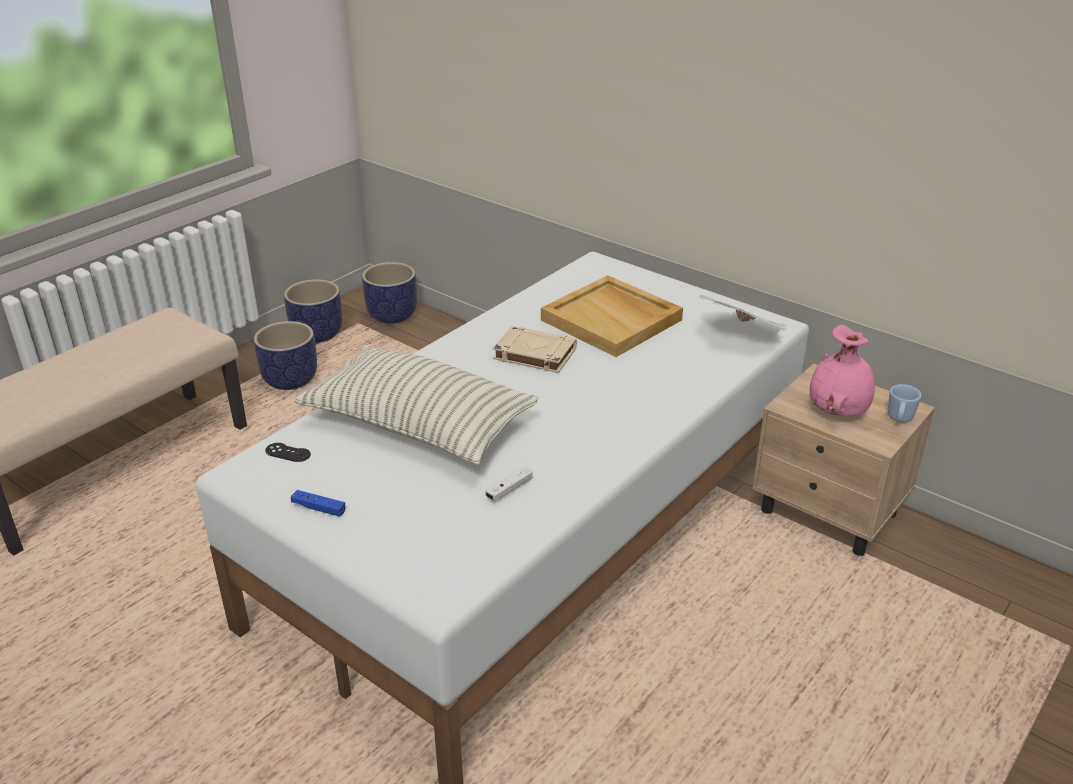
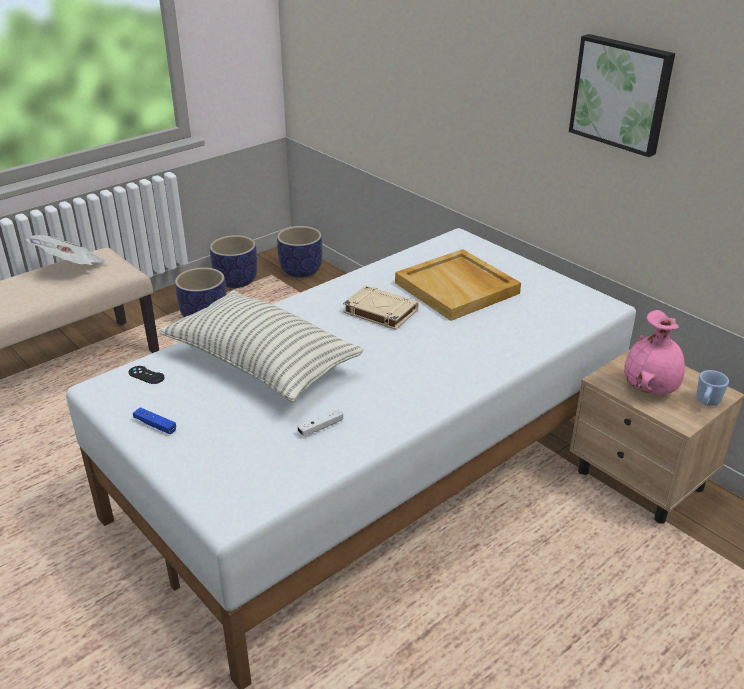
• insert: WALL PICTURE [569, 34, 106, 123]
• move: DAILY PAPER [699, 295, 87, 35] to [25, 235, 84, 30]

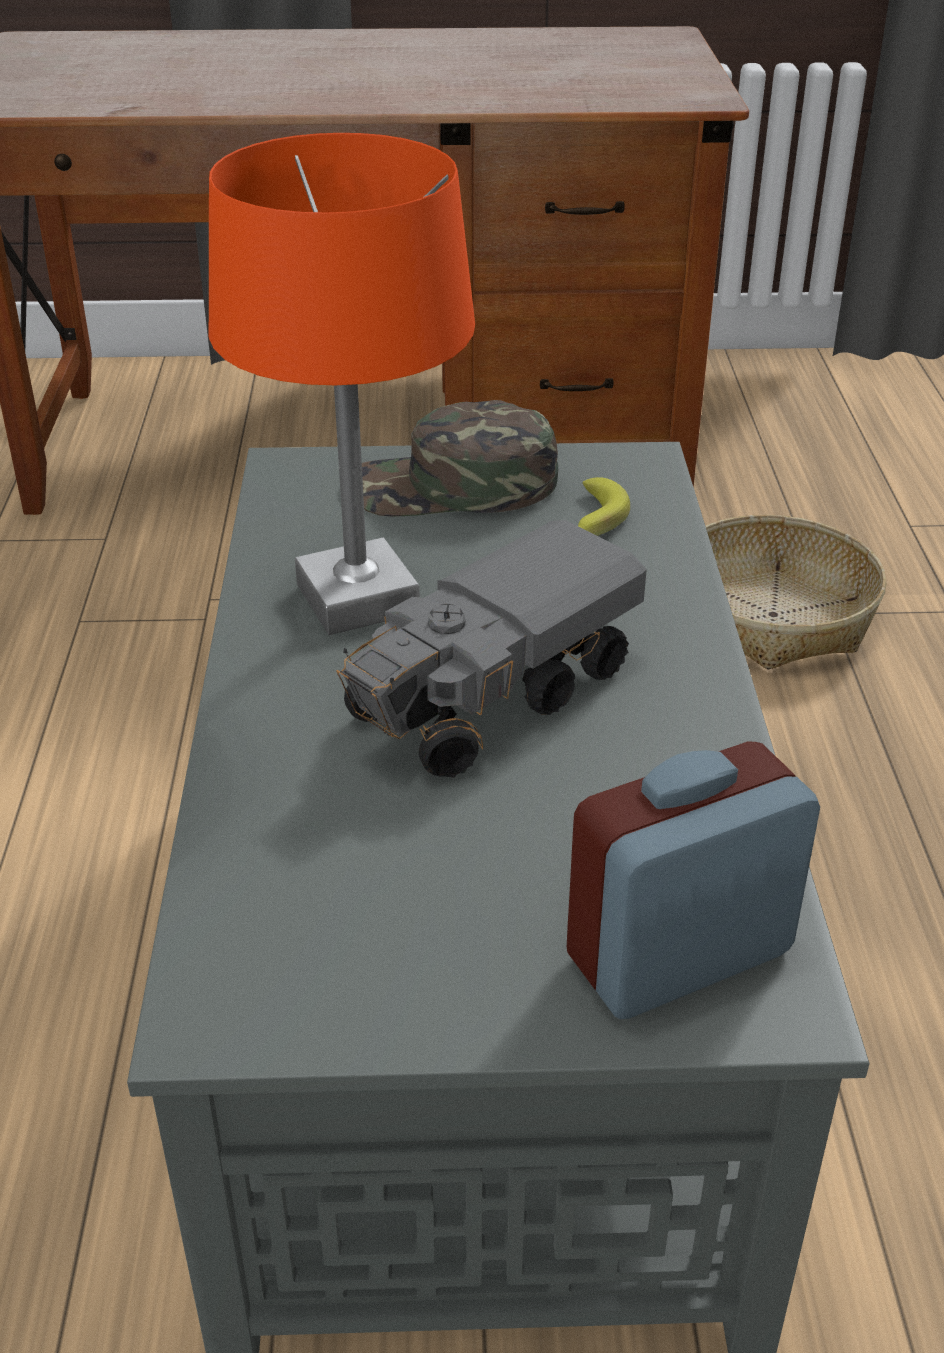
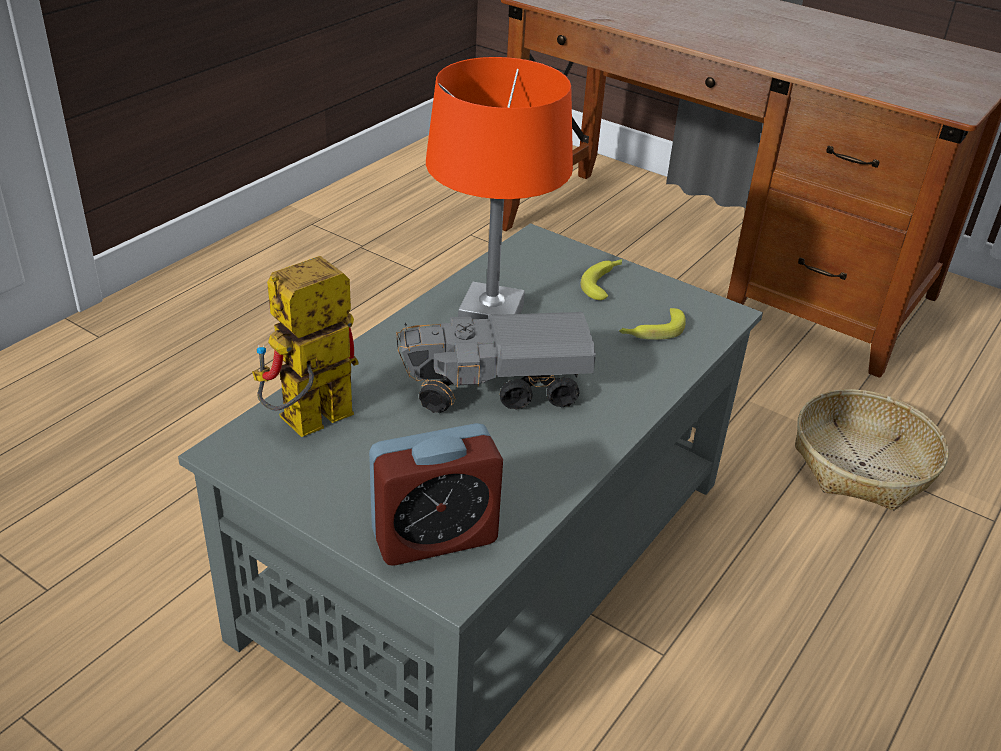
• insert: MODEL ROBOT [252, 256, 107, 181]
• replace: GREEN-COLOURED CAP [362, 400, 196, 117] to BANANA [580, 259, 42, 41]
• rotate: TABLE CLOCK [567, 741, 253, 278] = [369, 423, 134, 143] 150 degrees clockwise

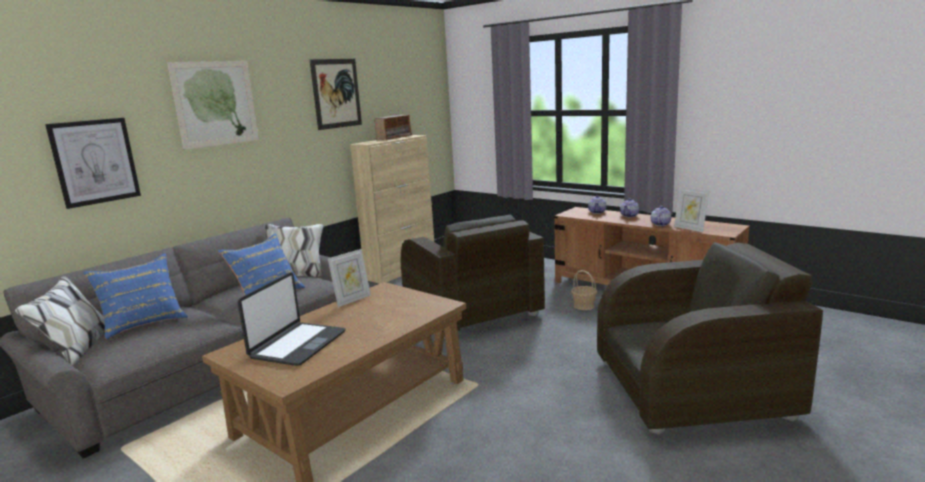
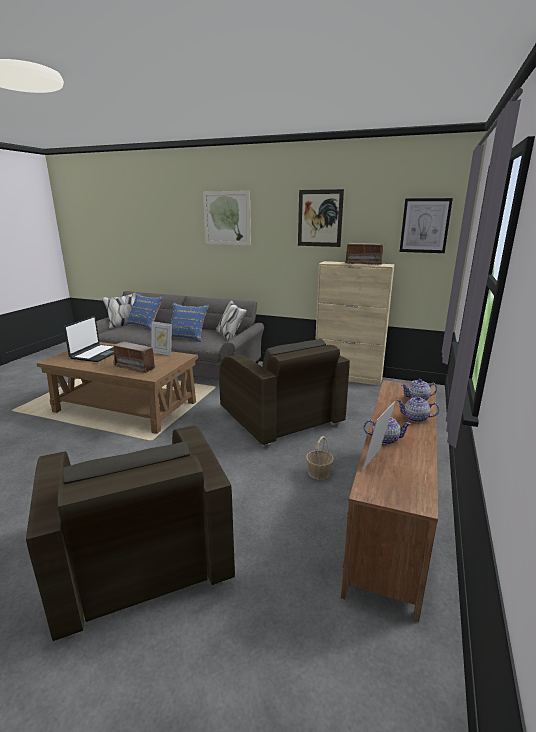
• insert: RADIO SET [113, 341, 43, 32]
• move: WALL PICTURE [45, 118, 96, 91] to [400, 198, 53, 55]
• rotate: PORTABLE COMPUTER [238, 272, 107, 94] = [64, 316, 50, 46] 75 degrees counterclockwise
• rotate: BROWNISH EASY CHAIR [401, 215, 144, 122] = [219, 339, 131, 108] 75 degrees counterclockwise

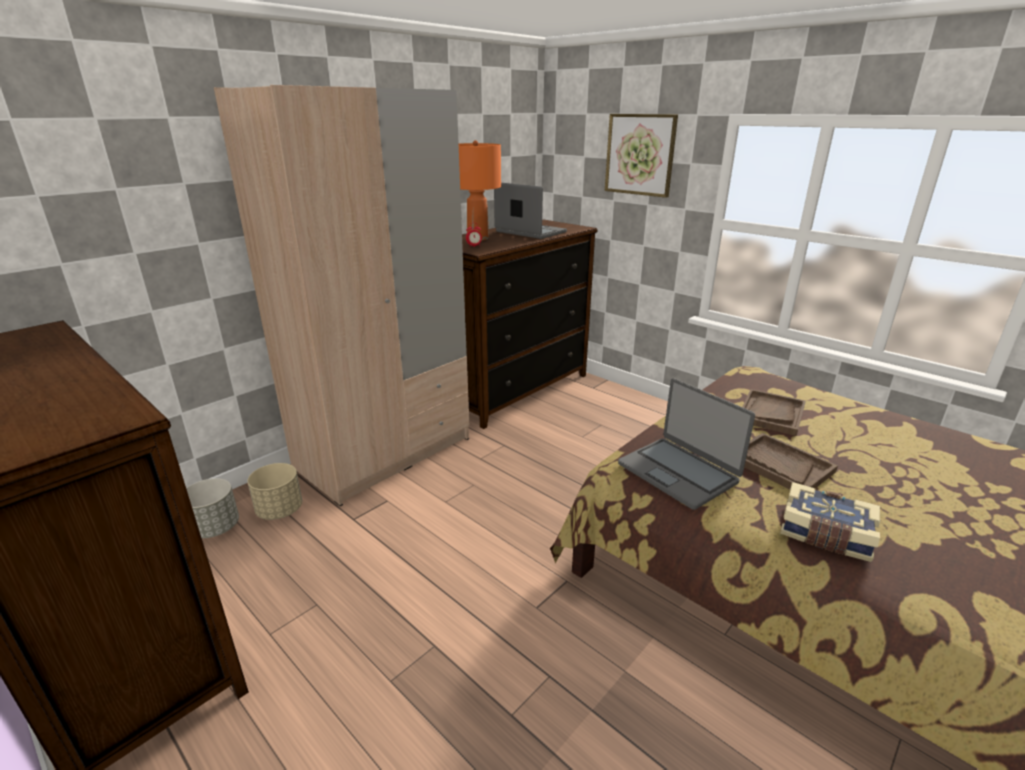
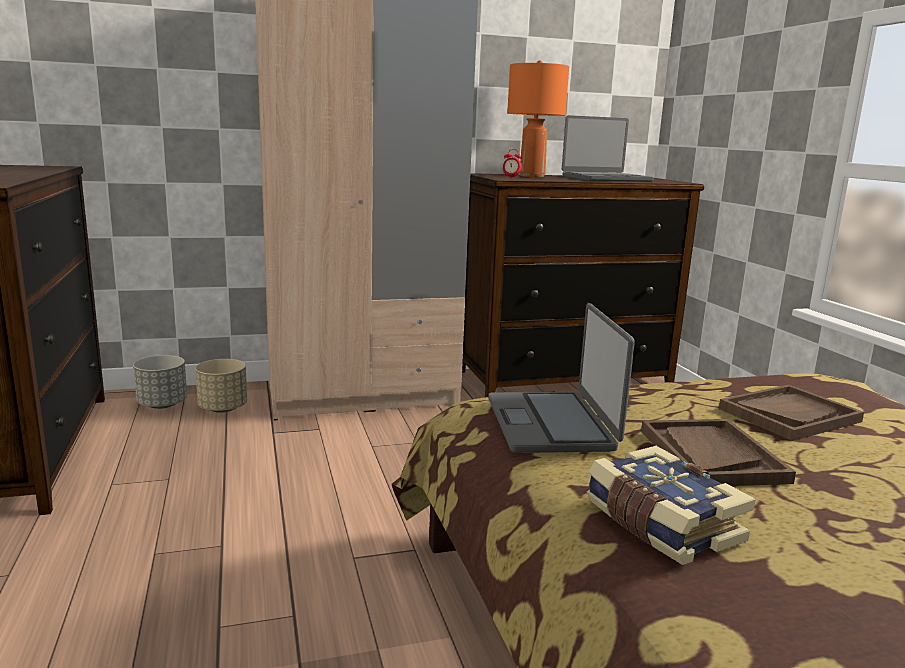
• delete: WALL PICTURE [605, 114, 73, 84]
• rotate: PORTABLE COMPUTER [494, 183, 73, 56] = [562, 115, 92, 67] 90 degrees clockwise

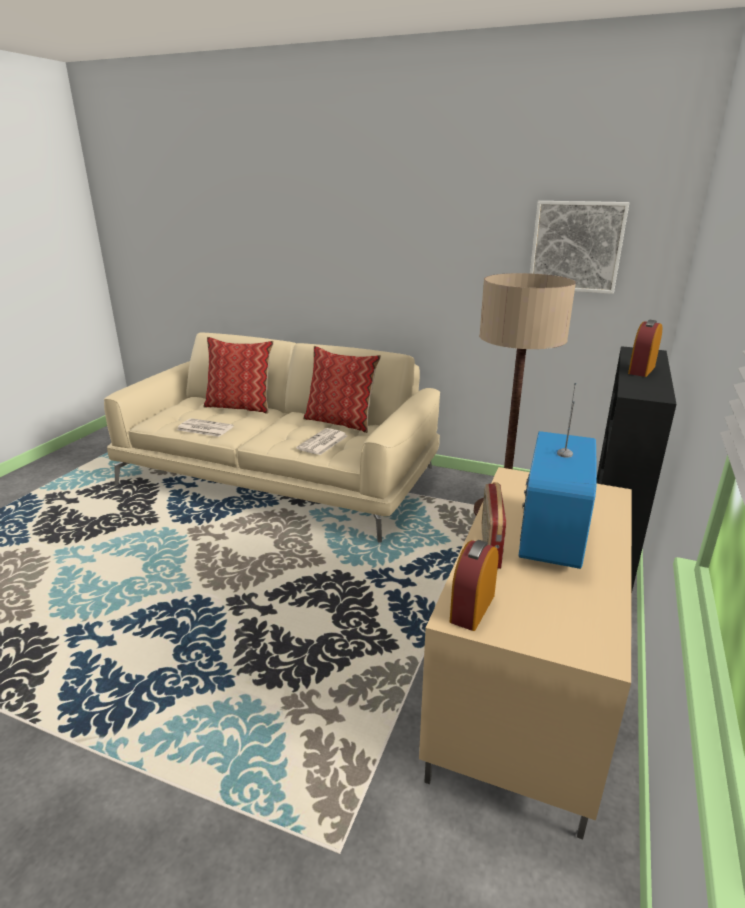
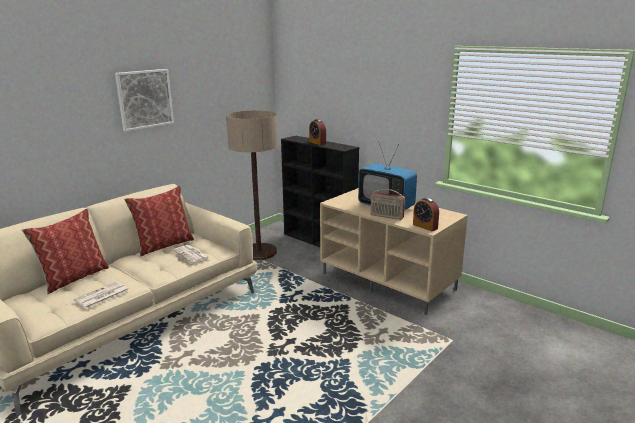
• move: WALL PICTURE [530, 201, 100, 93] to [115, 69, 59, 63]

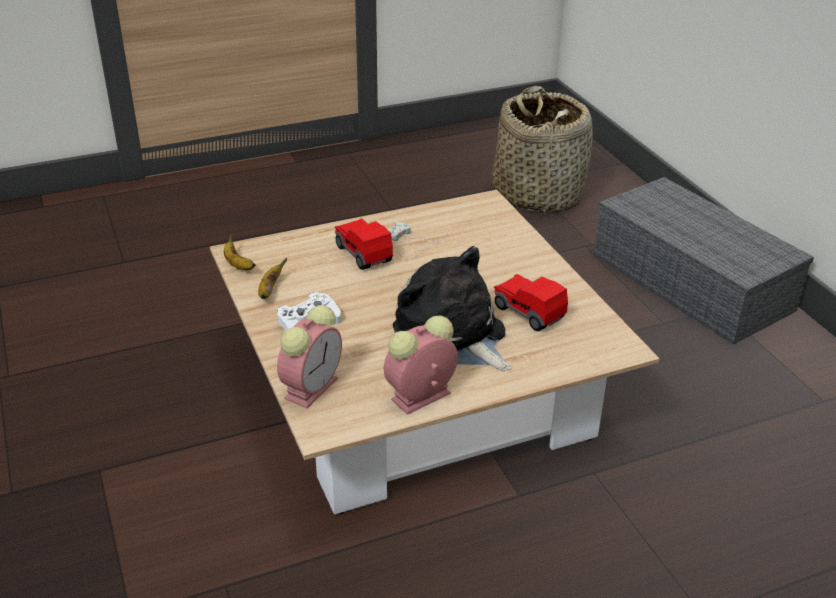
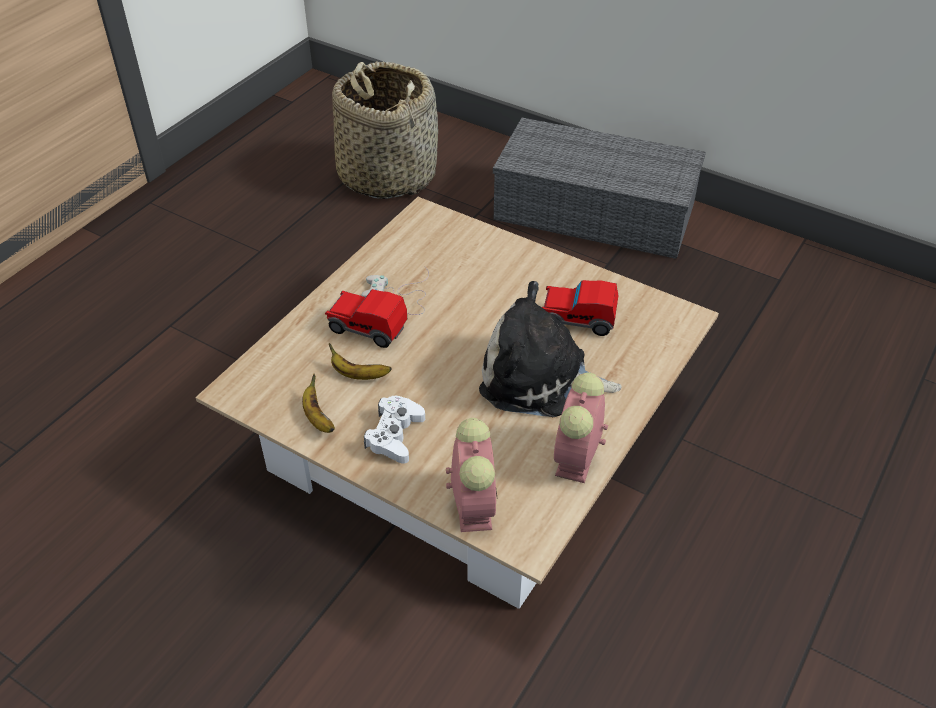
• move: BANANA [224, 233, 32, 37] to [329, 343, 63, 37]

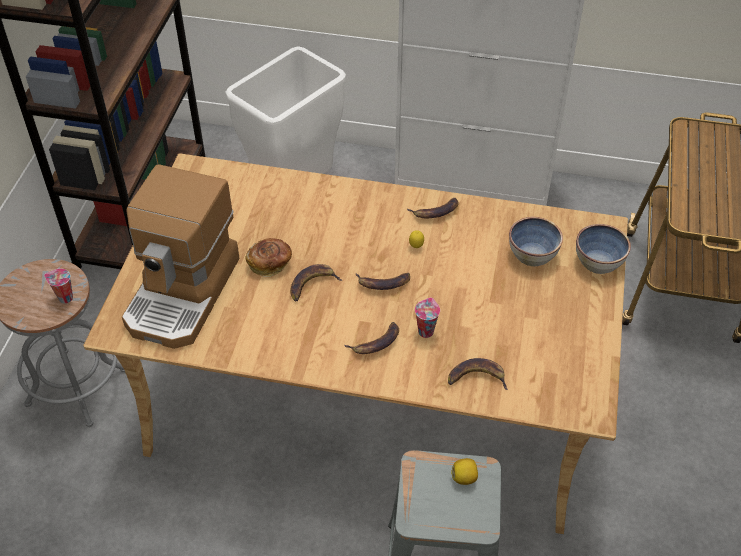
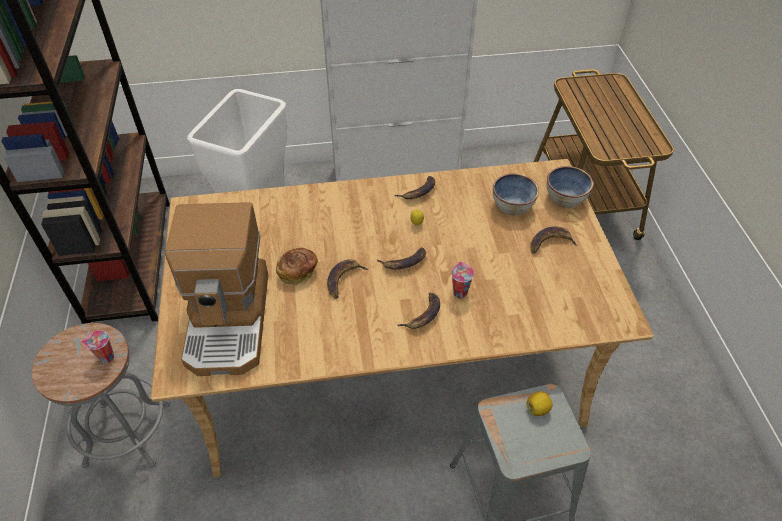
• move: BANANA [448, 358, 60, 32] to [530, 226, 48, 28]

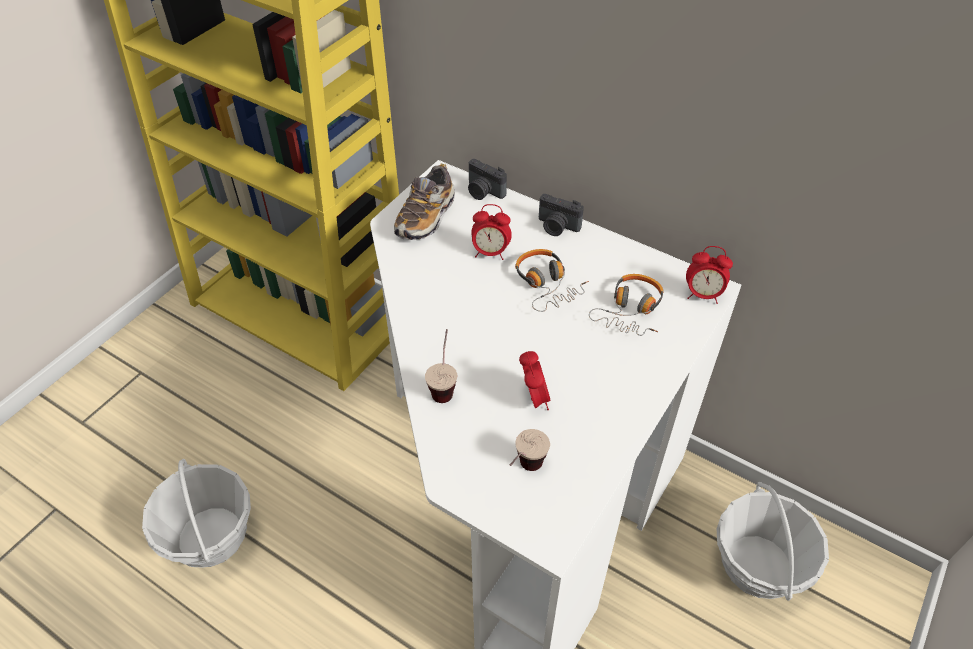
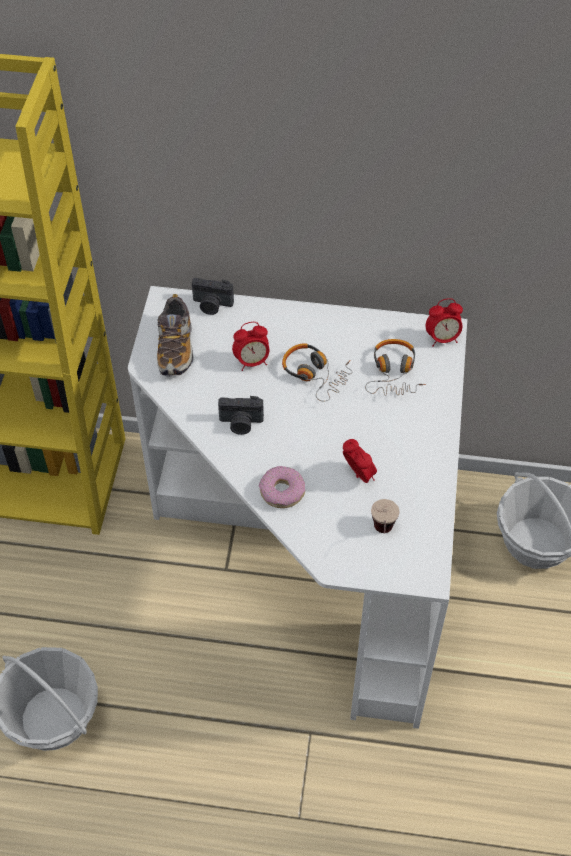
• move: PHOTO CAMERA [539, 194, 45, 42] to [218, 396, 46, 39]
• replace: DRINKING CUP [425, 329, 32, 74] to RING DOUGHNUT [259, 466, 46, 42]

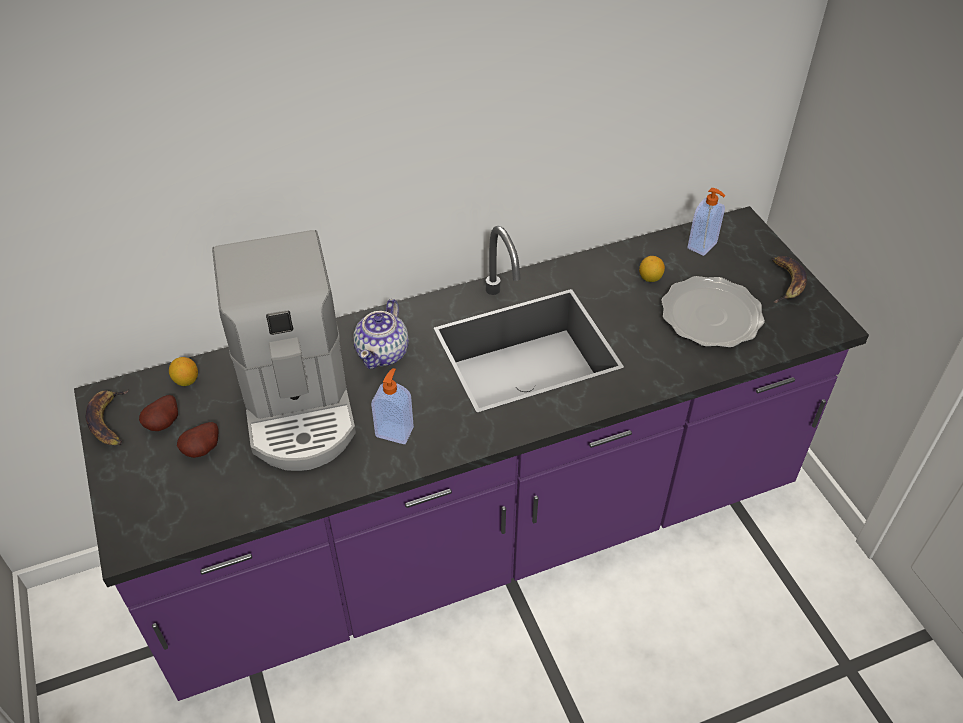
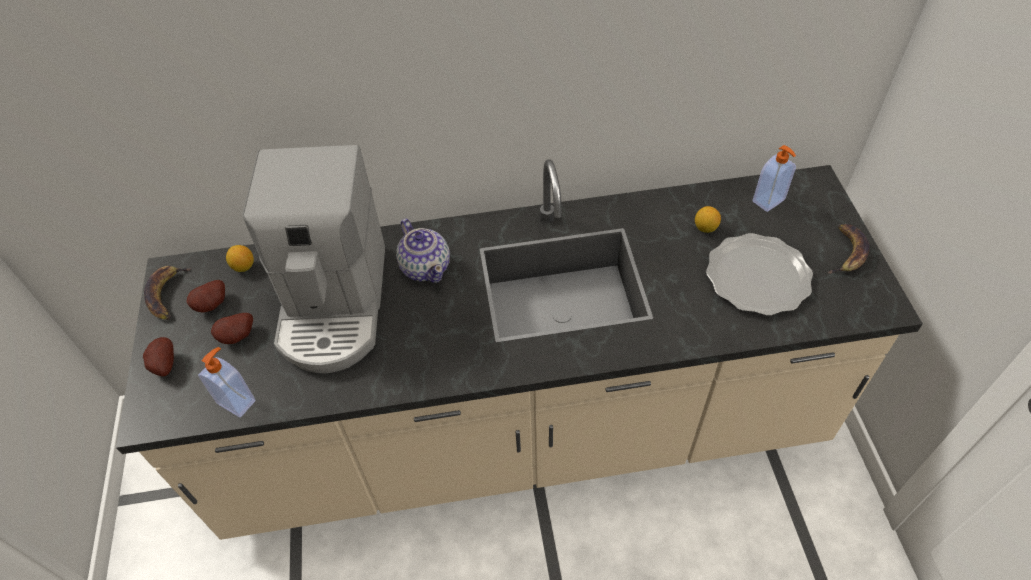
• insert: WHOLE POTATO [143, 337, 31, 39]
• move: SOAP DISPENSER [371, 368, 43, 76] to [198, 347, 58, 71]
• recolor: PURPLISH COUNTER [74, 206, 795, 495] to BEIGE COUNTER [116, 159, 807, 381]
• rotate: TEAPOT [353, 299, 56, 70] = [396, 219, 54, 64] 60 degrees counterclockwise

